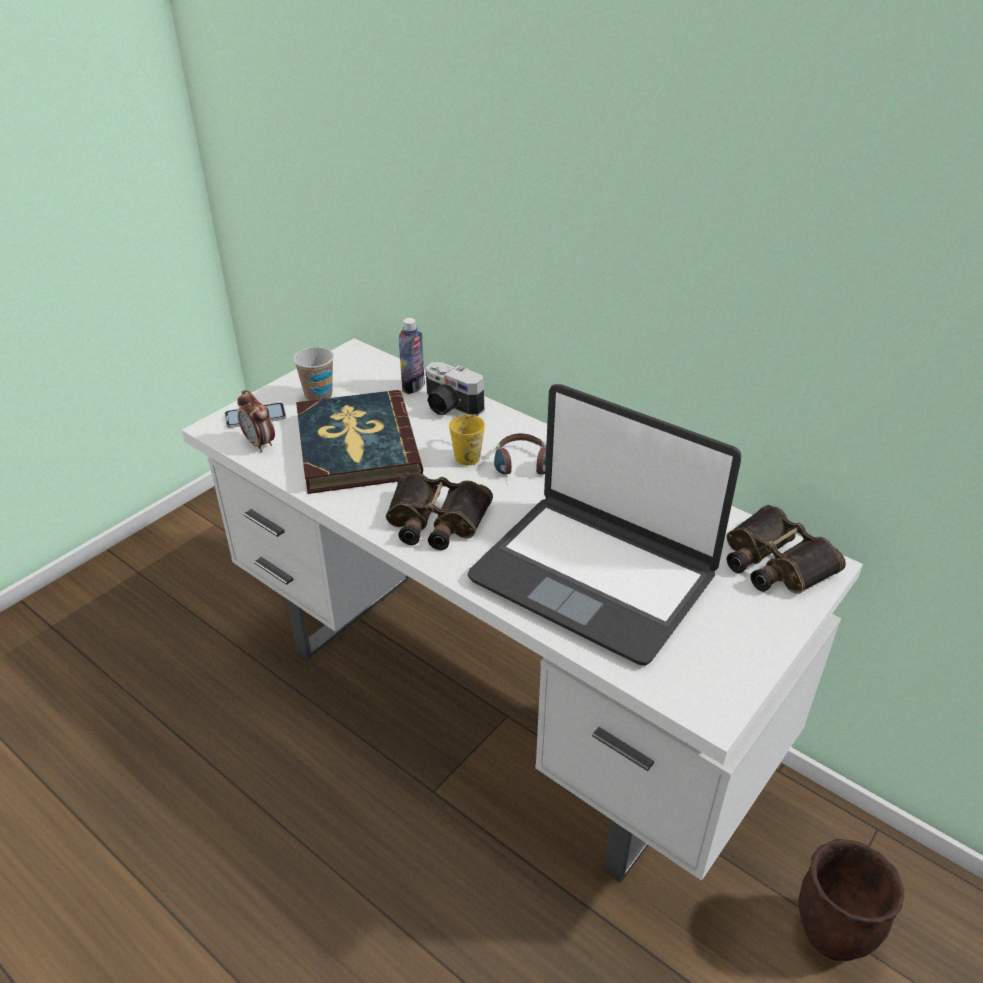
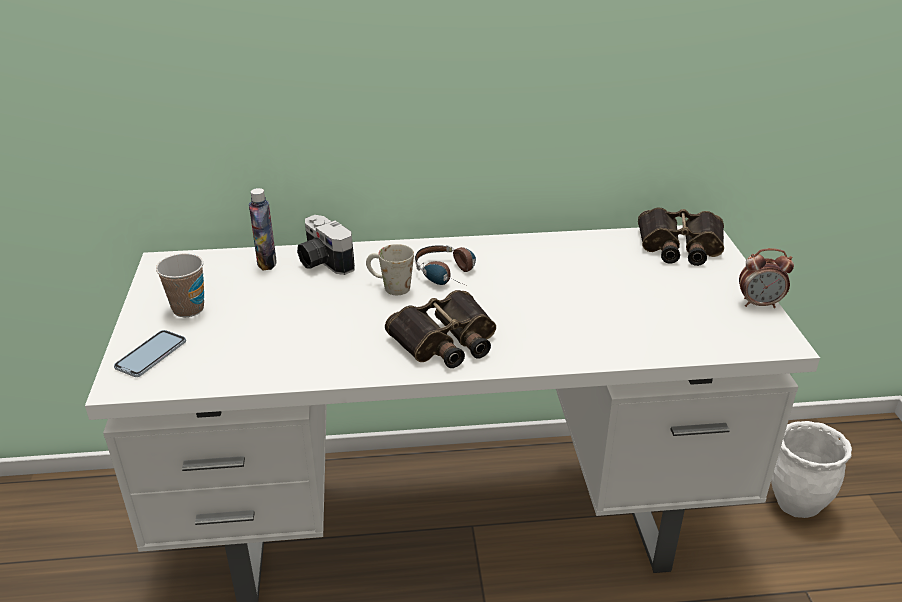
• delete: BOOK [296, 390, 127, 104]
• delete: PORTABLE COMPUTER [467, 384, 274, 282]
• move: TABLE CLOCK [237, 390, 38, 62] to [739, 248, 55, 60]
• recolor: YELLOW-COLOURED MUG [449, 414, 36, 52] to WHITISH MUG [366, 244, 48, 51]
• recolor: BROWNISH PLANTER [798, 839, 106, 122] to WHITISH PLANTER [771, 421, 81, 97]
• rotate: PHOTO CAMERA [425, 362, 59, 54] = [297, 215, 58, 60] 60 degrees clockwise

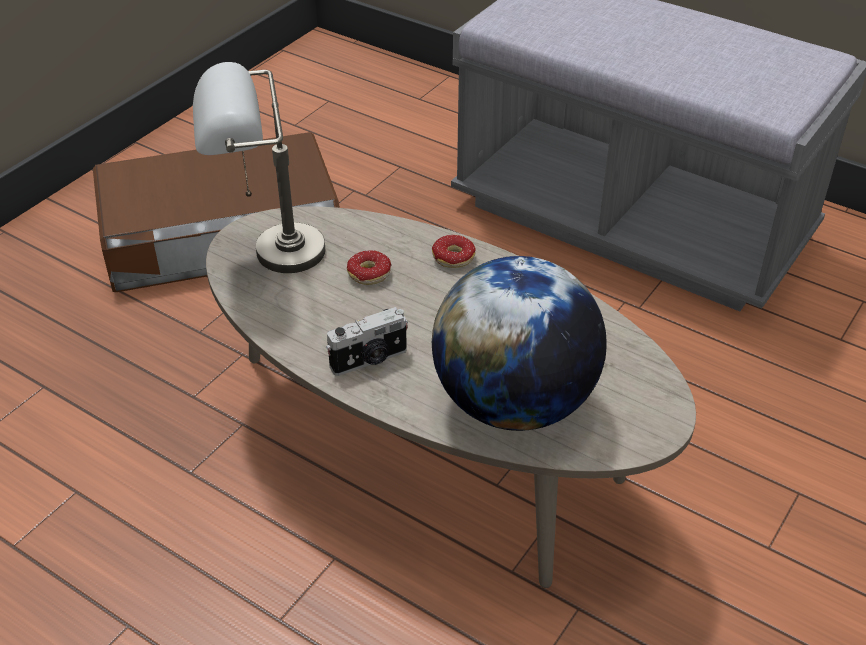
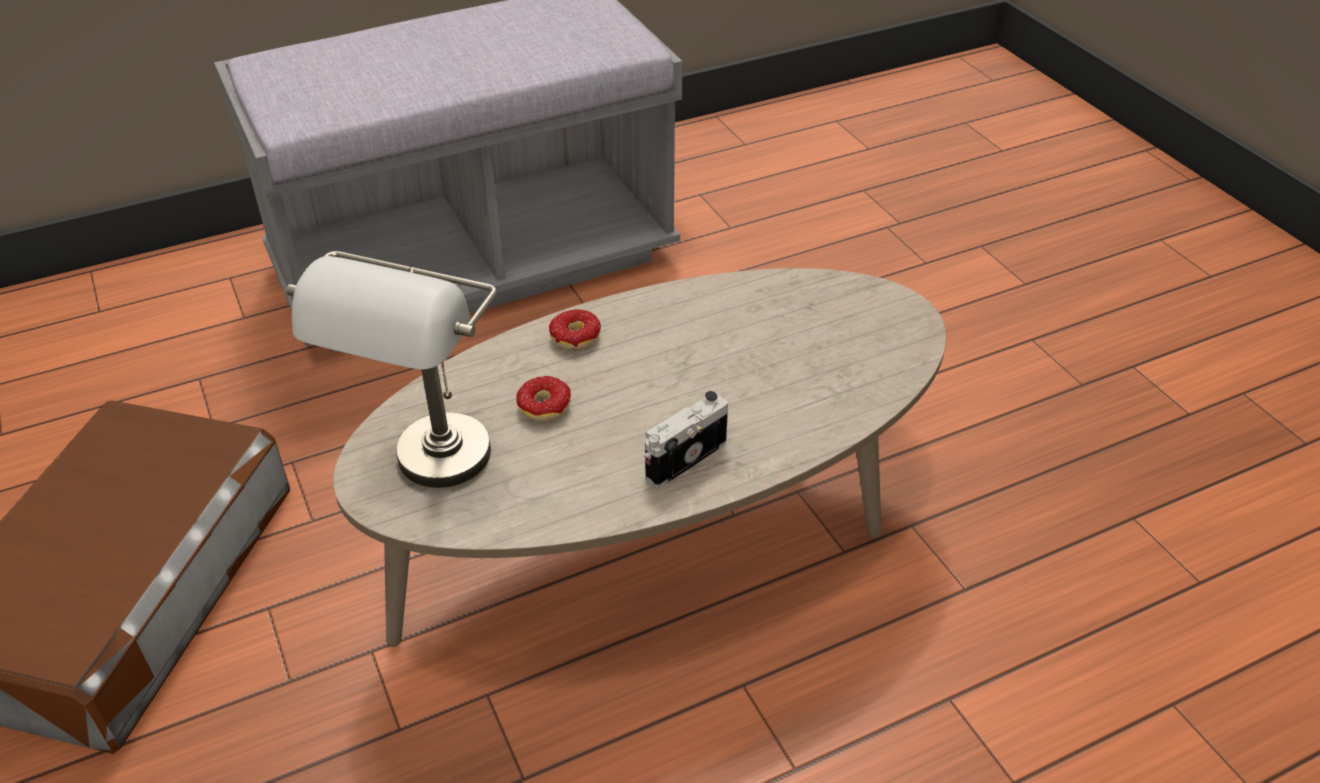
• delete: WORLD GLOBE [432, 256, 174, 175]
• rotate: PHOTO CAMERA [326, 307, 82, 69] = [645, 391, 83, 97] 135 degrees counterclockwise

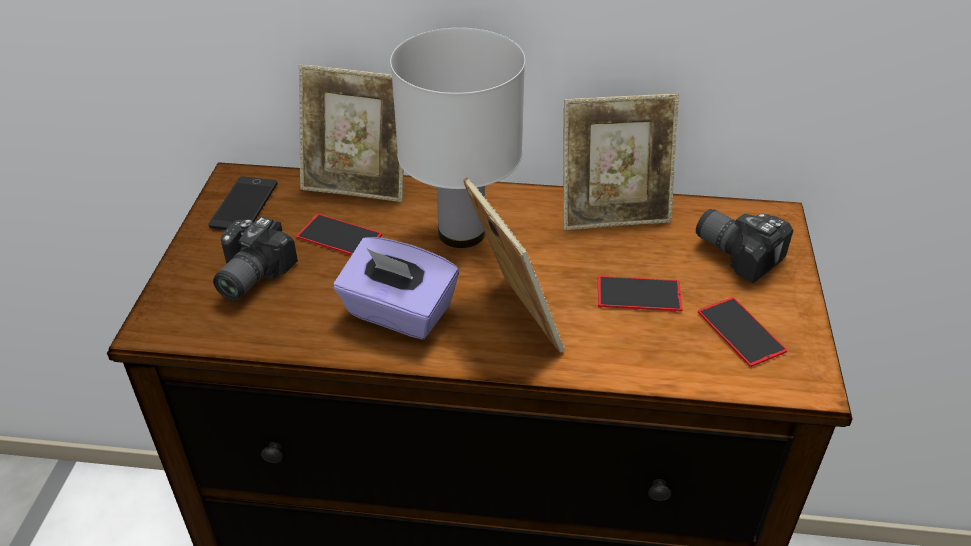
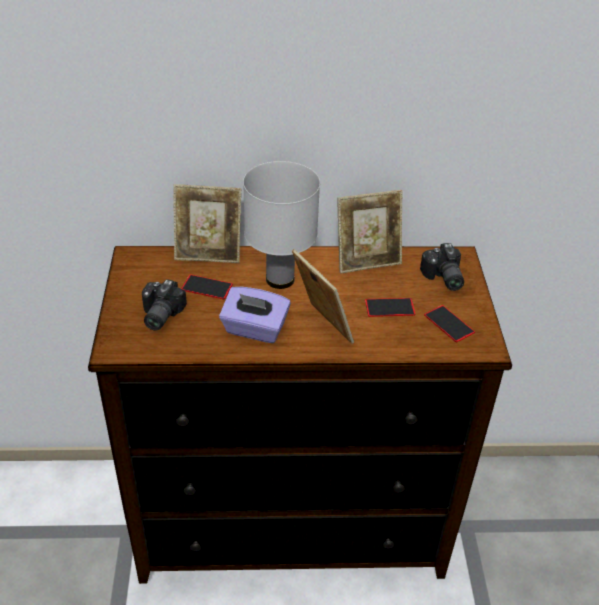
• delete: HANDSET [208, 176, 70, 54]
• rotate: PHOTO CAMERA [696, 209, 97, 74] = [420, 243, 44, 48] 135 degrees counterclockwise

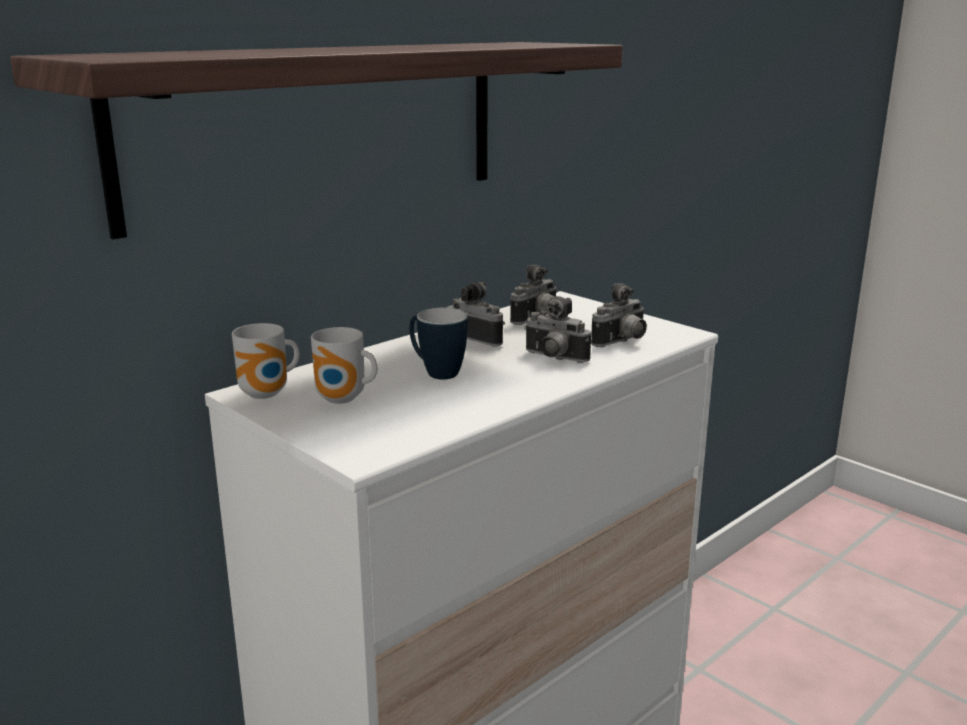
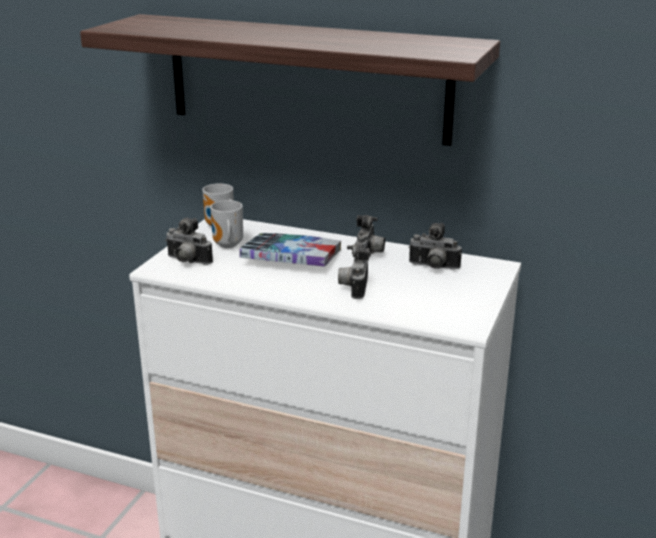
• move: PHOTO CAMERA [591, 283, 56, 64] to [165, 218, 48, 47]
• replace: MUG [409, 307, 59, 73] to BOOK [239, 233, 102, 34]

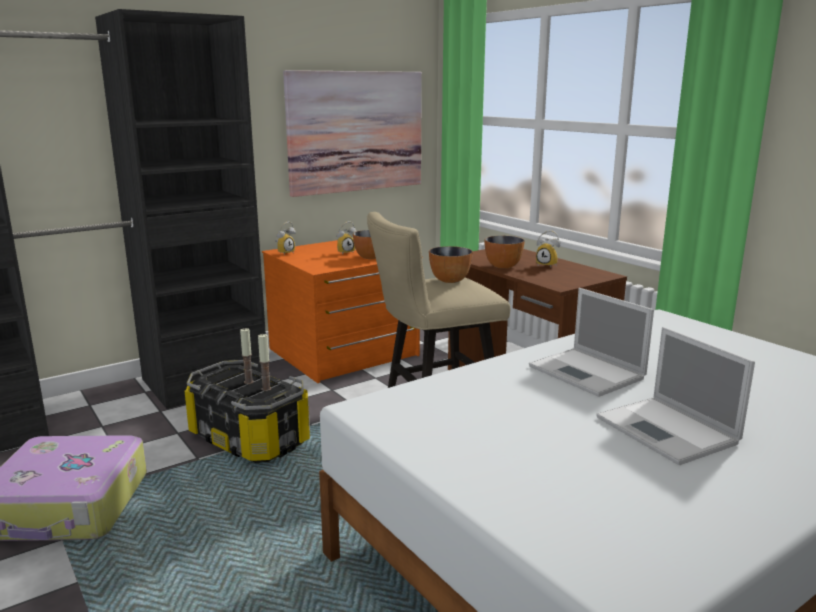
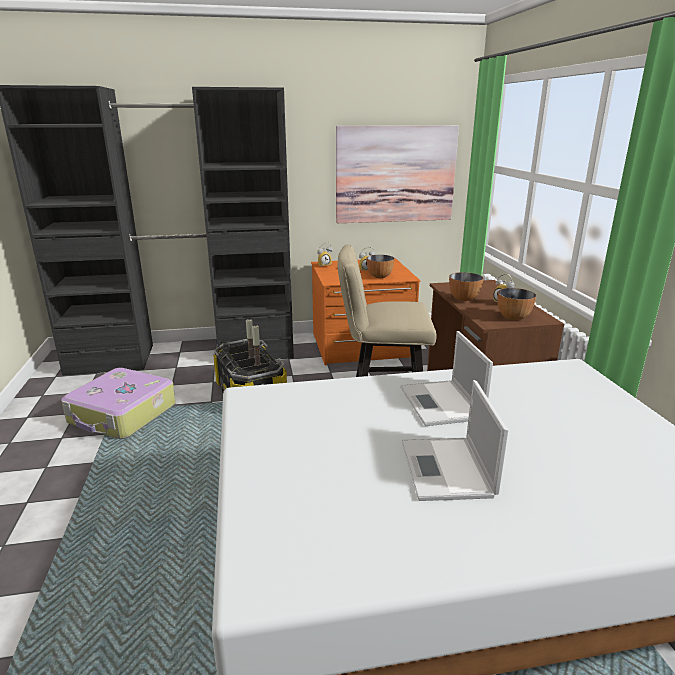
• move: BOWL [429, 246, 44, 37] to [497, 288, 39, 32]

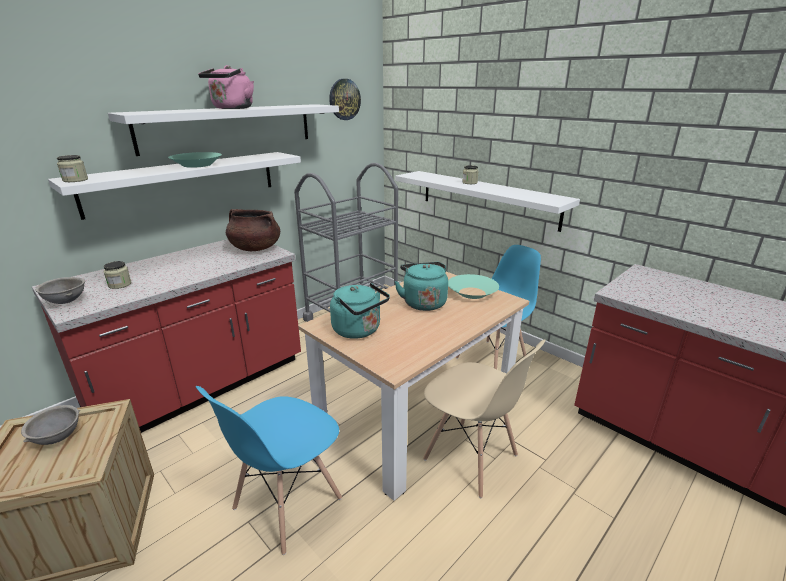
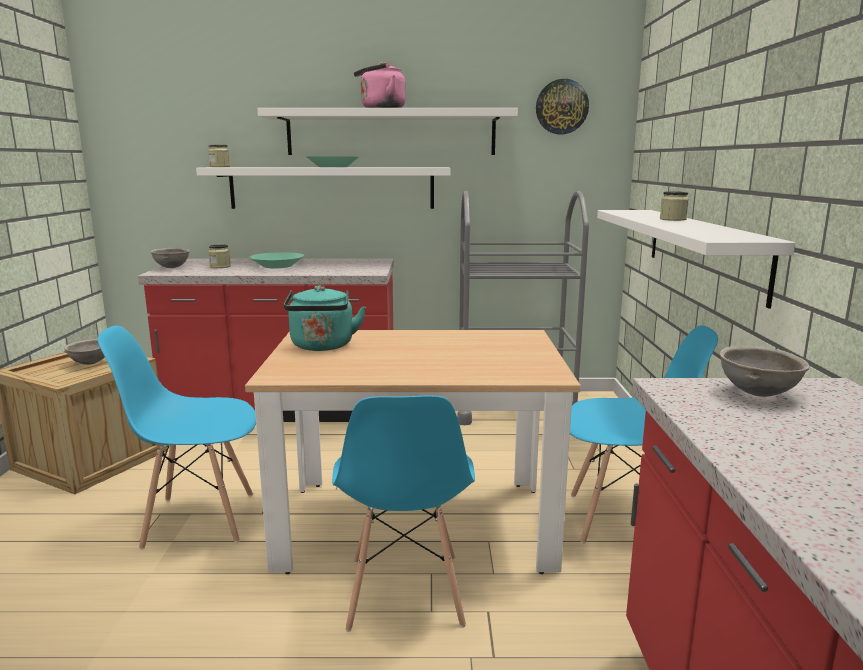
• delete: BROWNISH STOCKPOT [226, 209, 54, 42]
• delete: TURQUOISE KETTLE [395, 262, 53, 49]
• insert: GREYISH BOWL [720, 346, 90, 51]
• move: TURQUOISE BOWL [448, 274, 51, 25] to [249, 252, 55, 16]
• recolor: BEIGE UPRIGHT CHAIR [423, 339, 123, 159] to BLUE-COLOURED UPRIGHT CHAIR [332, 395, 143, 237]

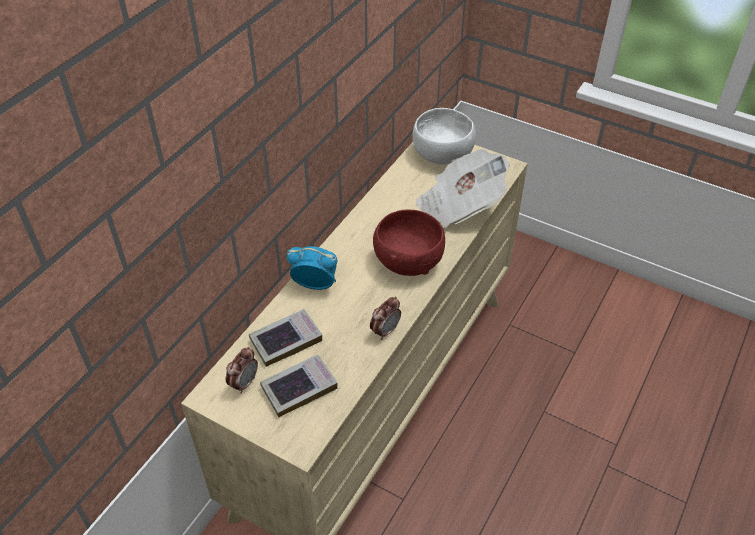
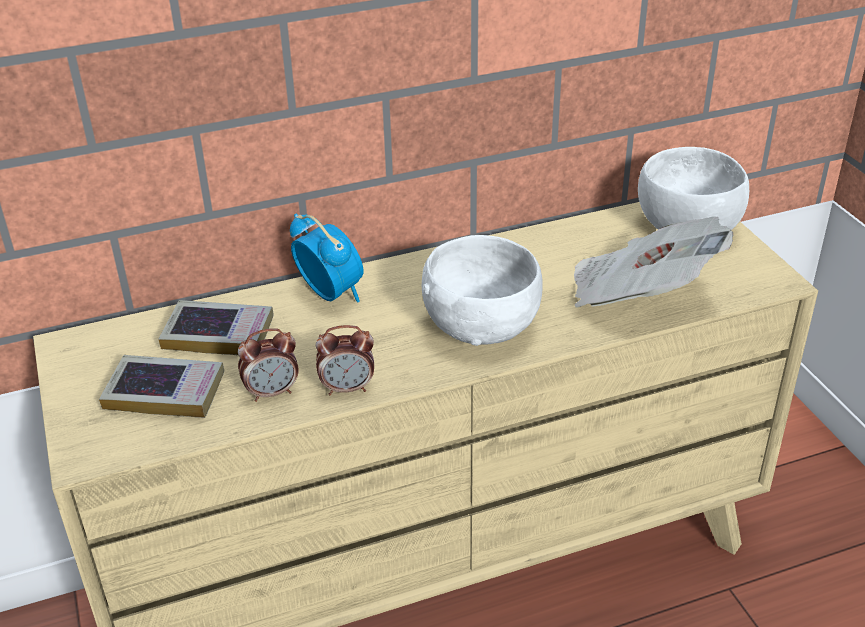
• move: TABLE CLOCK [226, 347, 32, 47] to [238, 328, 61, 74]
• recolor: RED-COLOURED BOWL [373, 210, 72, 66] to WHITISH BOWL [422, 235, 121, 111]

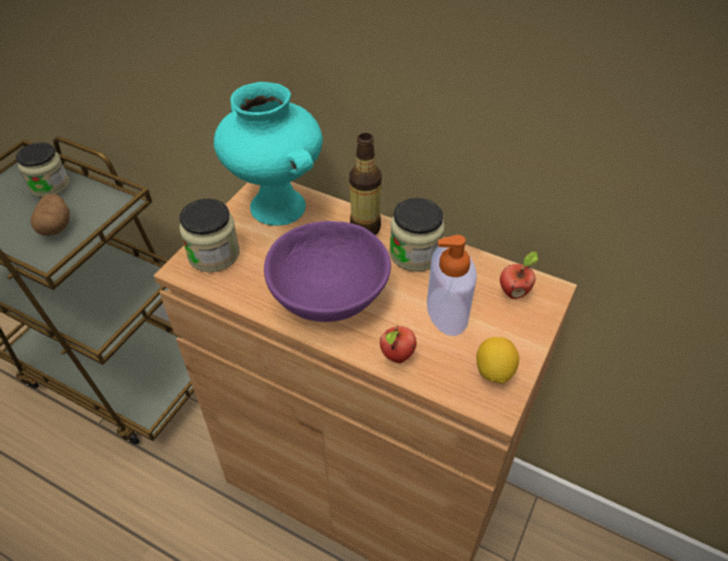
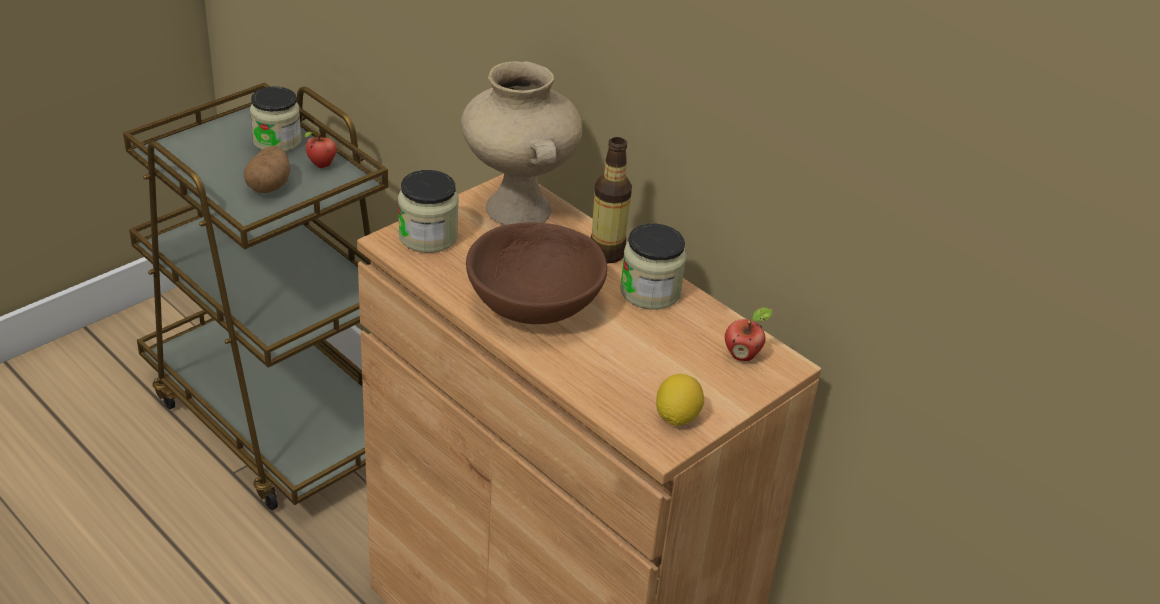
• delete: SOAP DISPENSER [427, 235, 50, 101]
• move: APPLE [380, 325, 36, 38] to [305, 132, 32, 36]
• recolor: TURQUOISE FLOWER VASE [214, 82, 109, 144] to BEIGE FLOWER VASE [461, 61, 121, 164]
• recolor: PURPLISH BOWL [264, 221, 127, 101] to BROWNISH BOWL [466, 222, 141, 102]

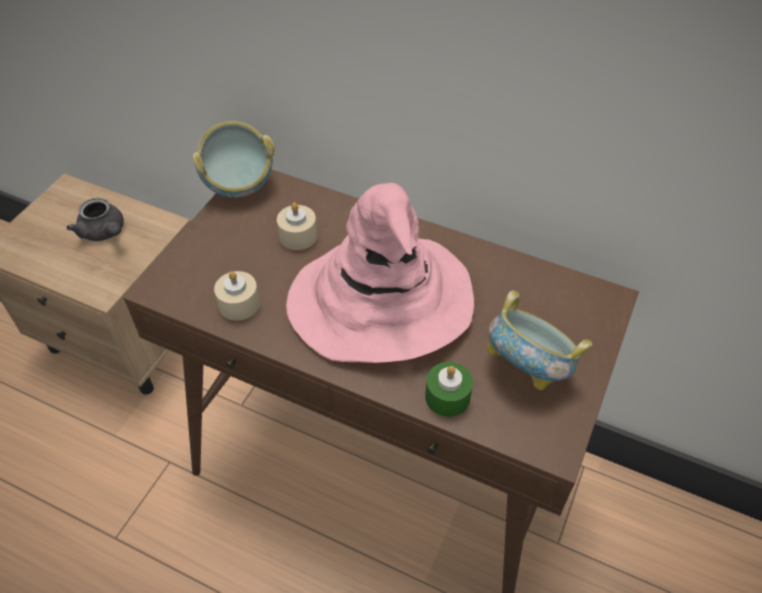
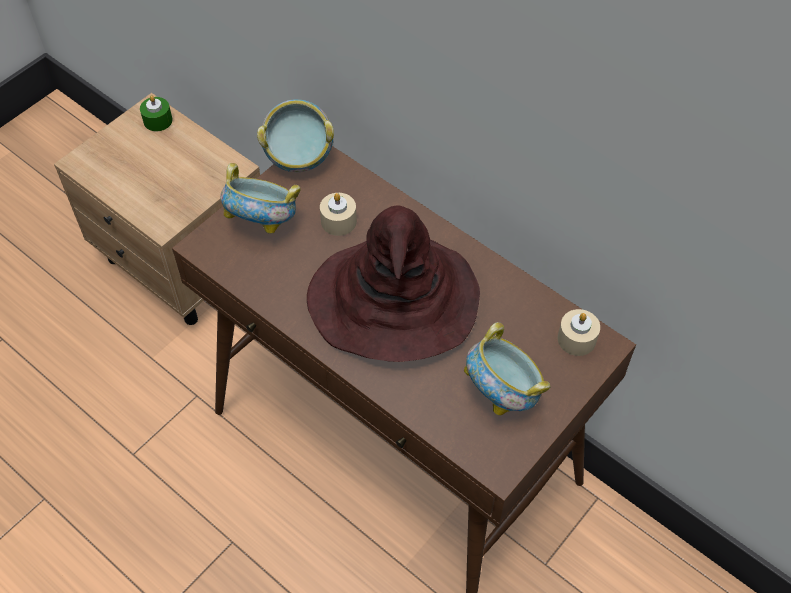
• delete: GREYISH TEAPOT [67, 198, 57, 43]
• insert: BOWL [220, 163, 80, 71]
• move: BEIGE CANDLE [214, 271, 46, 50] to [558, 309, 42, 47]
• move: GREEN-COLOURED CANDLE [425, 362, 48, 55] to [140, 95, 33, 36]
• recolor: PINK-COLOURED HAT [286, 183, 188, 180] to BROWNISH HAT [307, 205, 173, 157]

